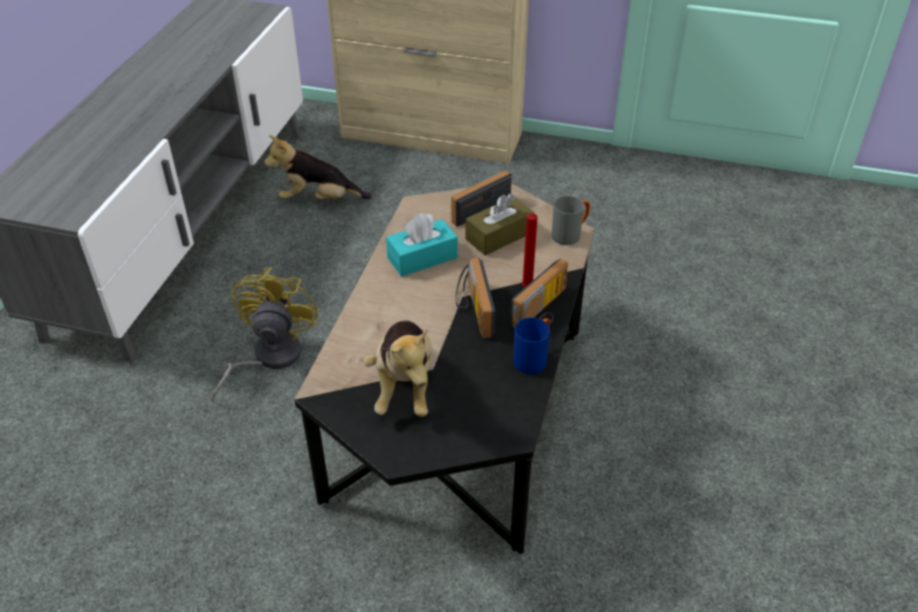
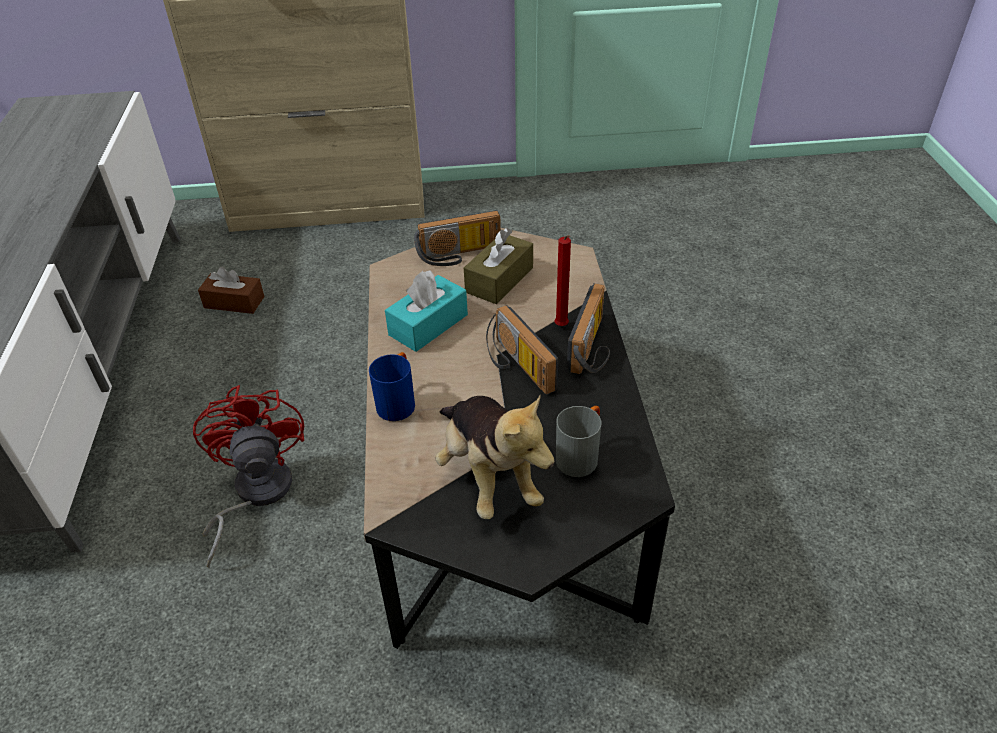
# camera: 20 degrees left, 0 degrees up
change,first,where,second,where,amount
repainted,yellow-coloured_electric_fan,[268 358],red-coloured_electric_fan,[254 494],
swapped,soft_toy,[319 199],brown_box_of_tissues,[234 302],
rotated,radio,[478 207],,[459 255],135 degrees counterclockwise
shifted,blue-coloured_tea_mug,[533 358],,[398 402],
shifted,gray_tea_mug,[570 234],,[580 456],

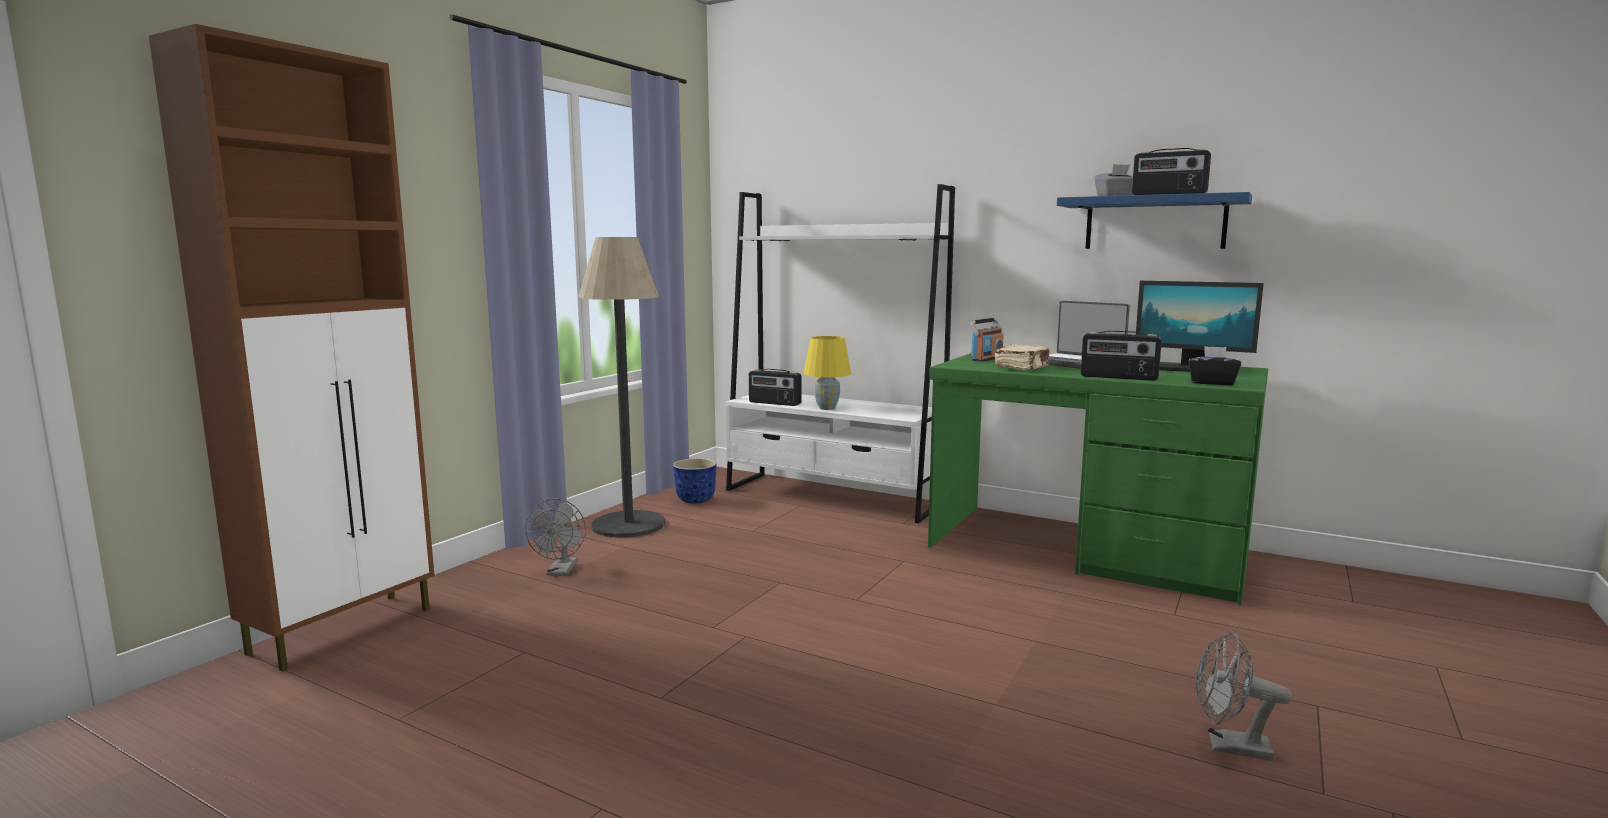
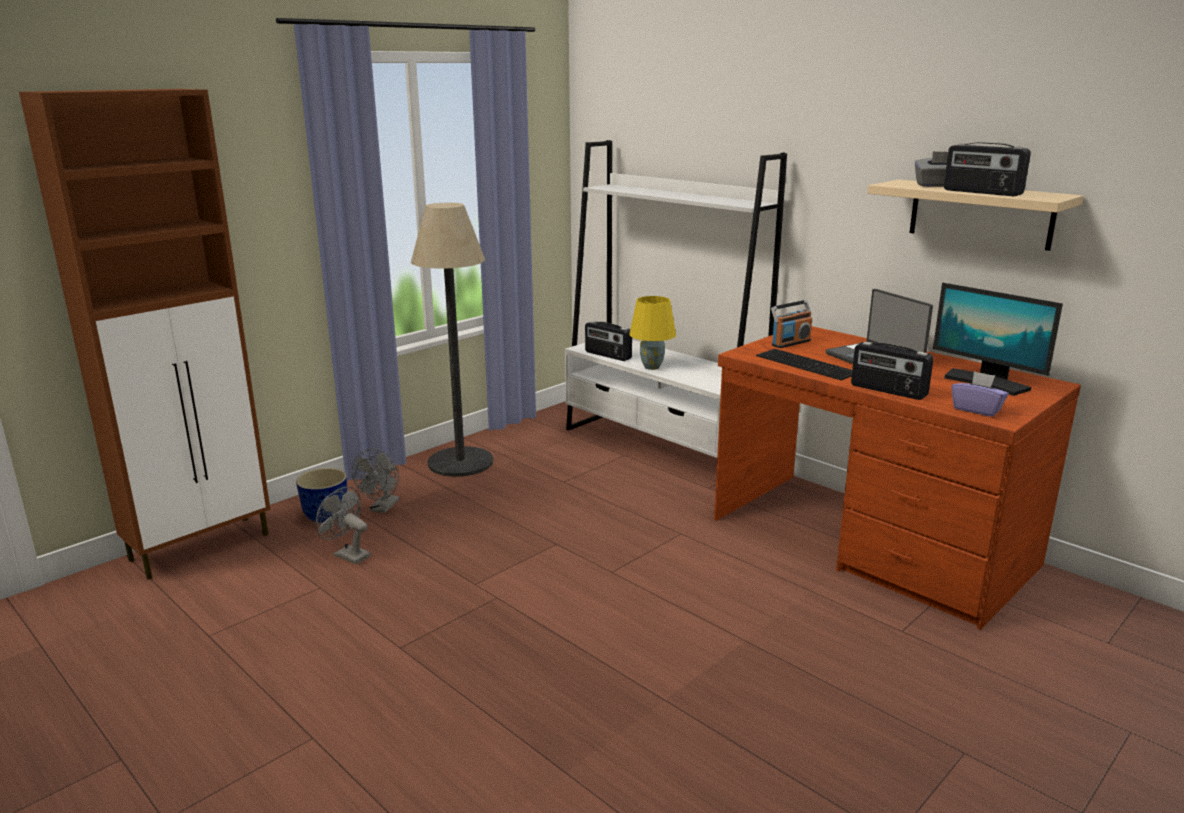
# camera: 15 degrees right, 10 degrees up
change,first,where,second,where,amount
shifted,planter,[696 500],,[326 517],
repainted,greenish_desk_unit,[1087 550],brown_desk_unit,[870 542],
swapped,beige-coloured_book,[1022 368],computer_keyboard,[808 364],
repainted,blue-coloured_bracket_shelf,[1154 223],beige-coloured_bracket_shelf,[980 214],
repainted,black-coloured_box_of_tissues,[1212 383],purple_box_of_tissues,[977 409],
shifted,gray_electric_fan,[1229 747],,[347 555],

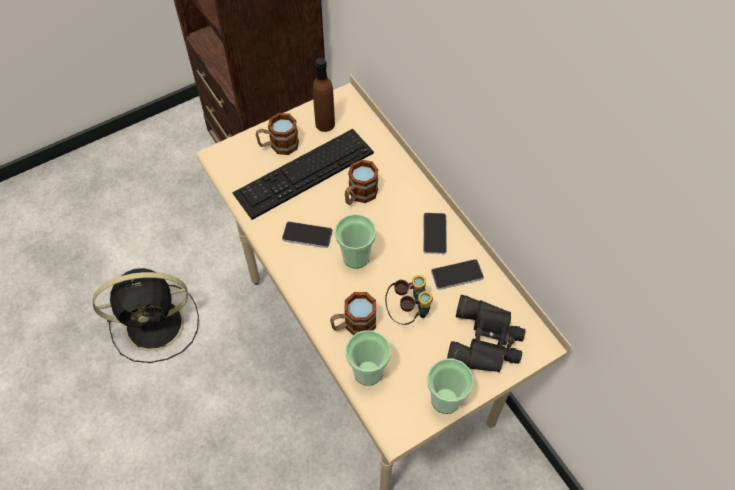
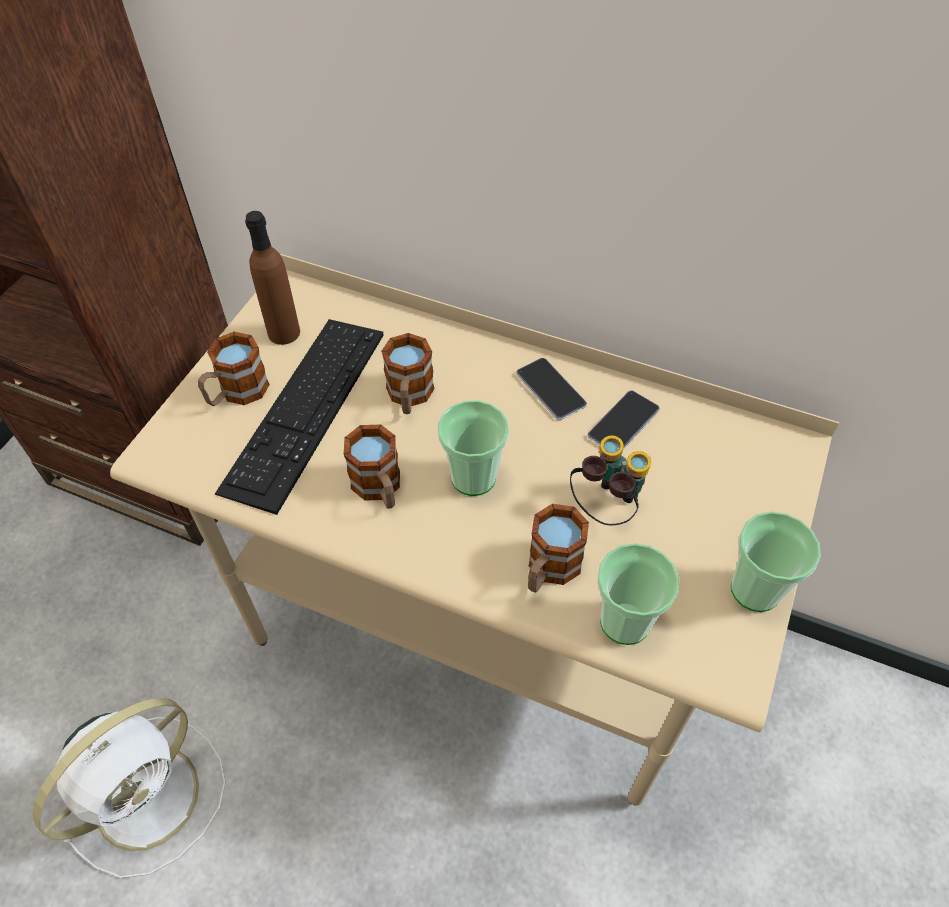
# camera: 35 degrees left, 5 degrees down
change,first,where,second,where,amount
repainted,black-coloured_electric_fan,[157 323],white-coloured_electric_fan,[151 792],
swapped,handset,[307 235],tea_mug,[379 488],
gone,black-coloured_field_glasses,[486 341],,,

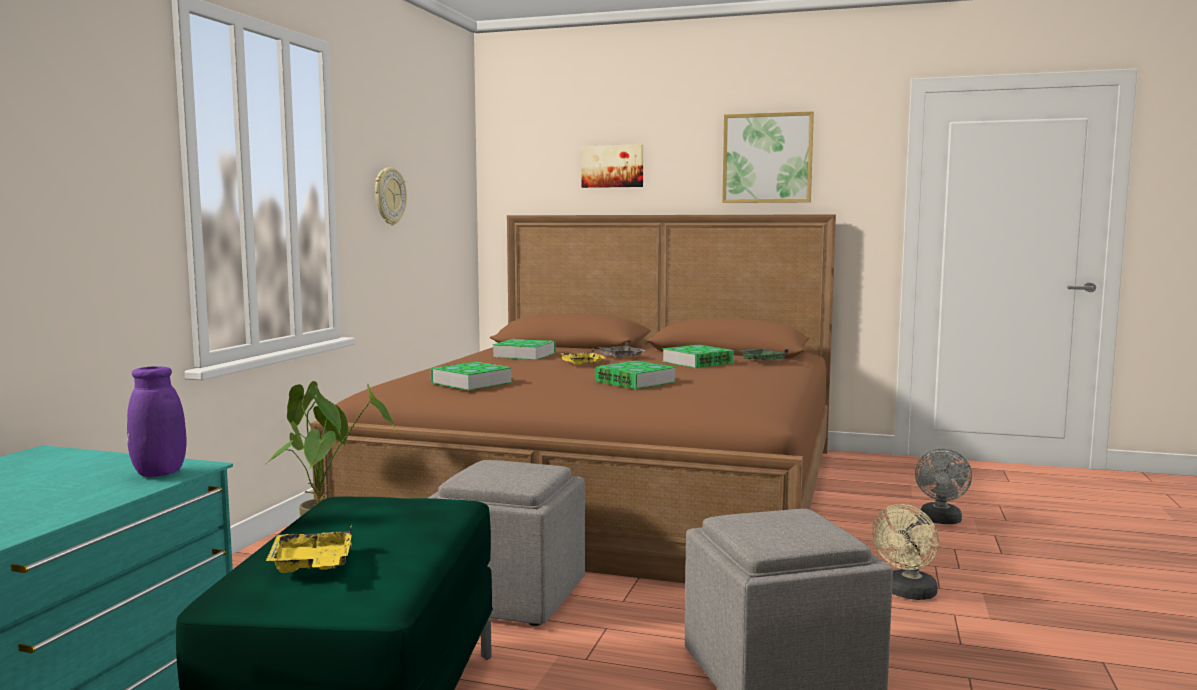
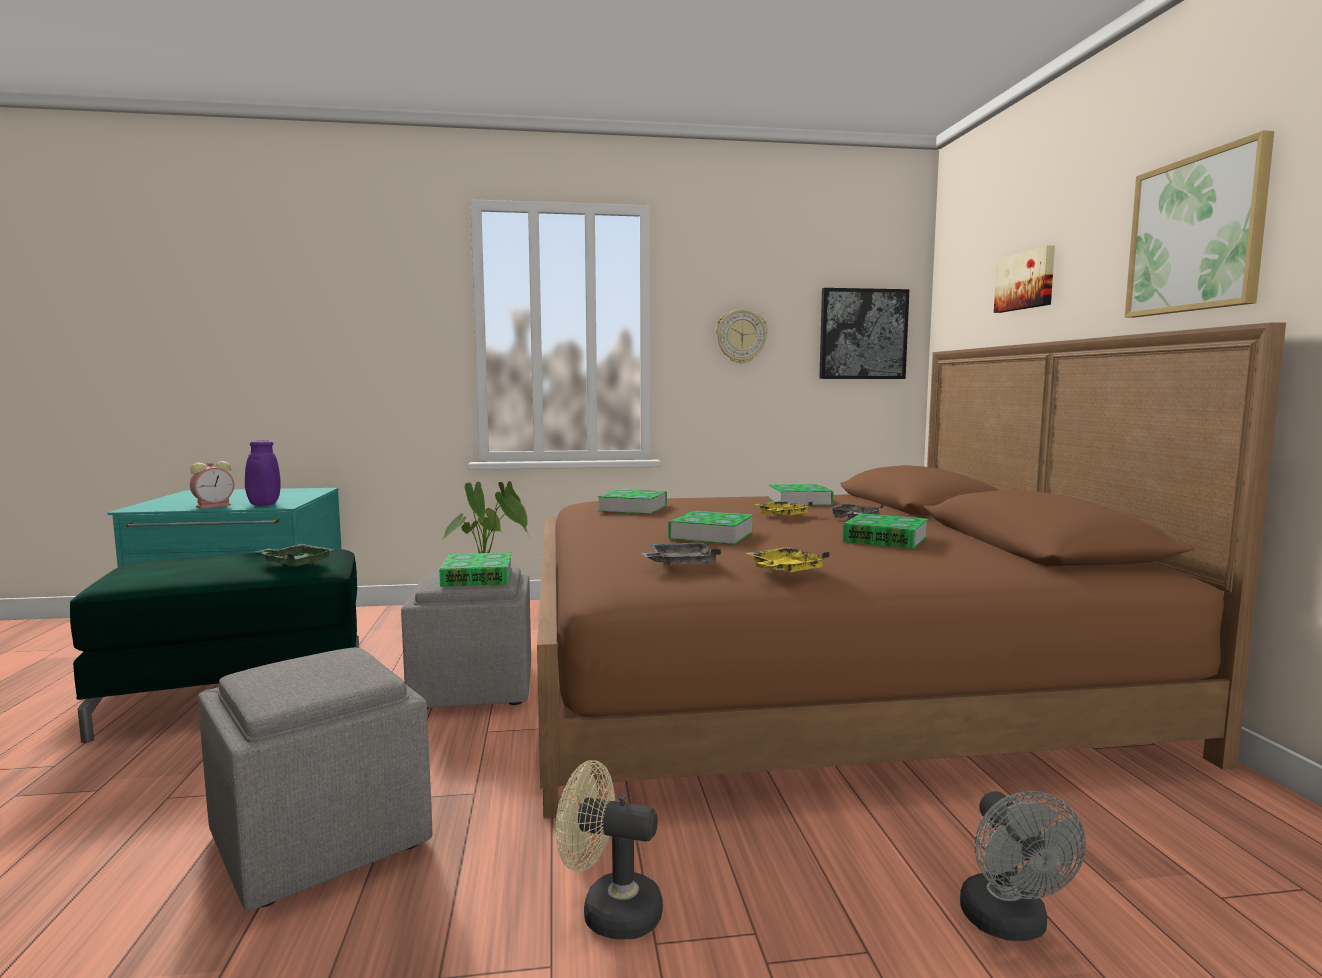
# camera: 65 degrees right, 0 degrees up
change,first,where,second,where,amount
shifted,yellow-coloured_serving_tray,[312 565],,[784 571],
shifted,greenish_serving_tray,[761 361],,[295 563],
rotated,gray_electric_fan,[940 521],,[1010 925],90 degrees counterclockwise
new,,,alarm_clock,[215 506],
new,,,book,[477 577],
new,,,gray_serving_tray,[680 564],
new,,,wall_picture,[862 334],

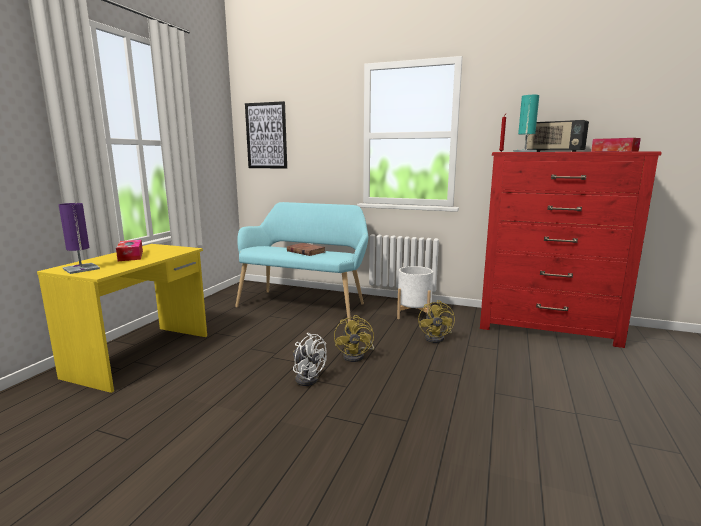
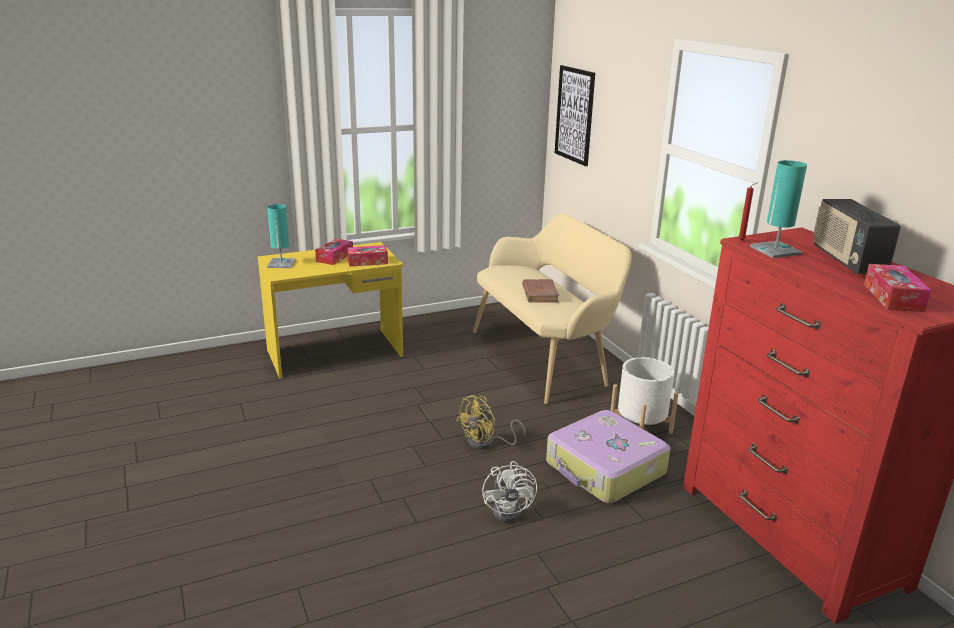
# camera: 45 degrees right, 10 degrees up
change,first,where,second,where,amount
repainted,purple_lamp_for_a_table,[81 269],turquoise_lamp_for_a_table,[281 263],
repainted,turquoise_bench,[305 304],beige-coloured_bench,[544 358],
shifted,white-coloured_electric_fan,[307 377],,[512 510],
swapped,yellow-coloured_electric_fan,[437 338],suitcase,[605 469],
new,,,box_of_tissues,[367 261],

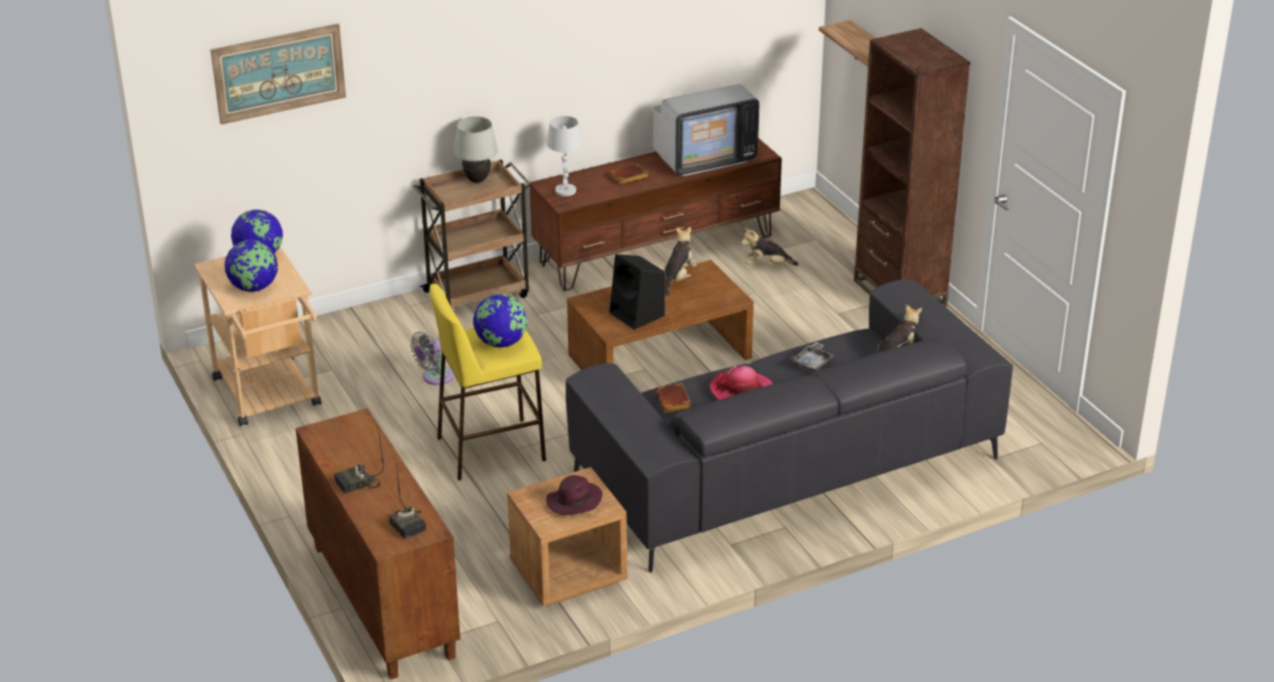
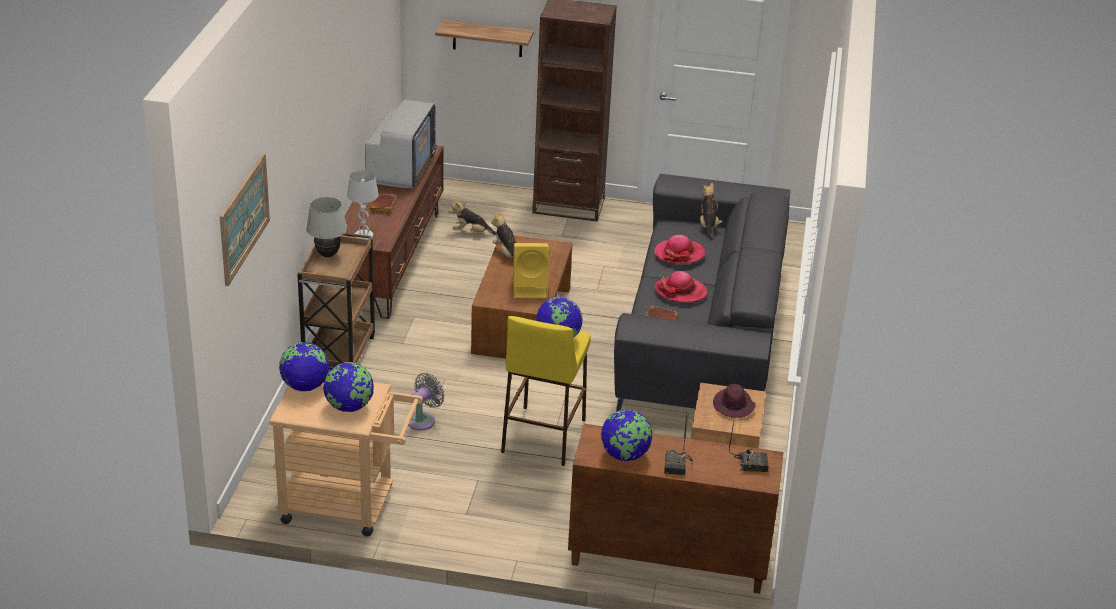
# camera: 55 degrees left, 0 degrees up
change,first,where,second,where,amount
rotated,gray_electric_fan,[435 377],,[423 420],135 degrees counterclockwise
repainted,black-coloured_speaker,[638 315],yellow-coloured_speaker,[531 288],
rotated,soft_toy,[767 266],,[471 232],60 degrees clockwise
swapped,gray_serving_tray,[813 363],wearable_hat,[679 254],
new,,,world_globe,[625 455],

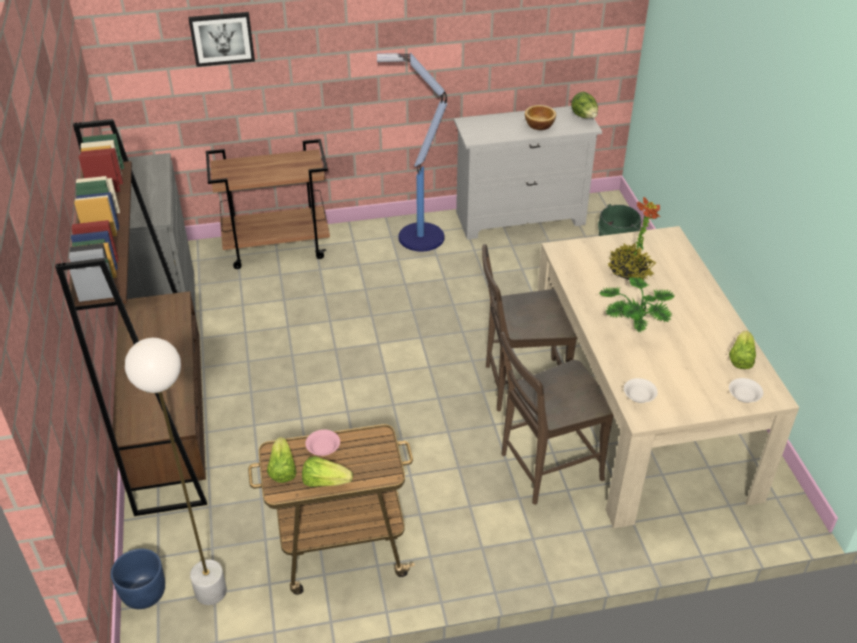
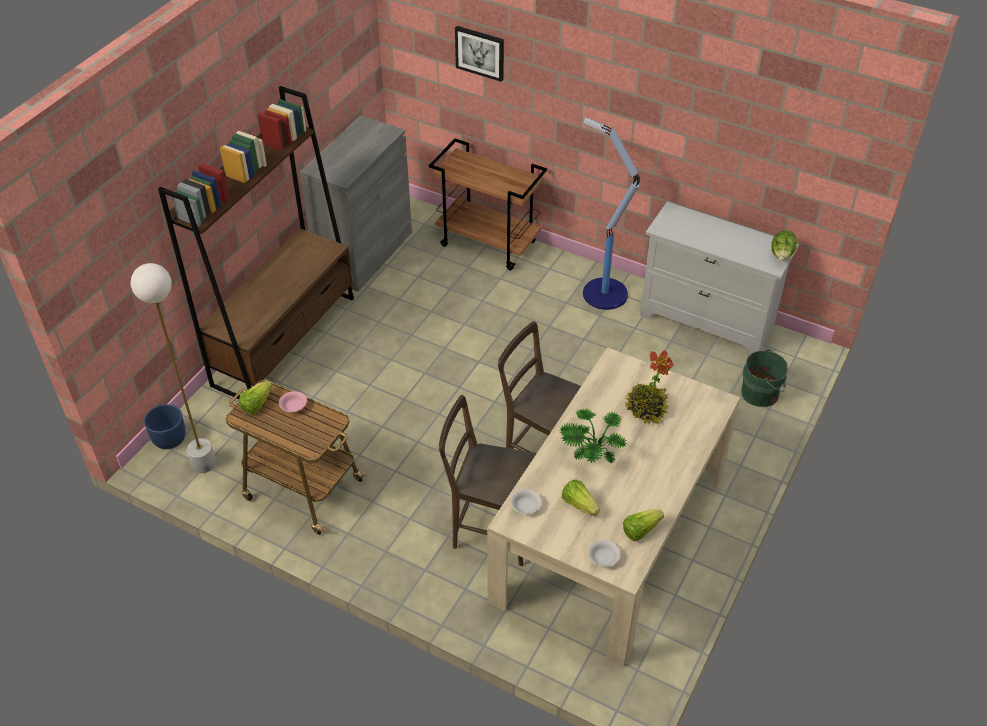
# camera: 40 degrees right, 5 degrees up
change,first,where,second,where,amount
shifted,head_of_lettuce,[325 481],,[579 504],
gone,bowl,[539 124],,,

